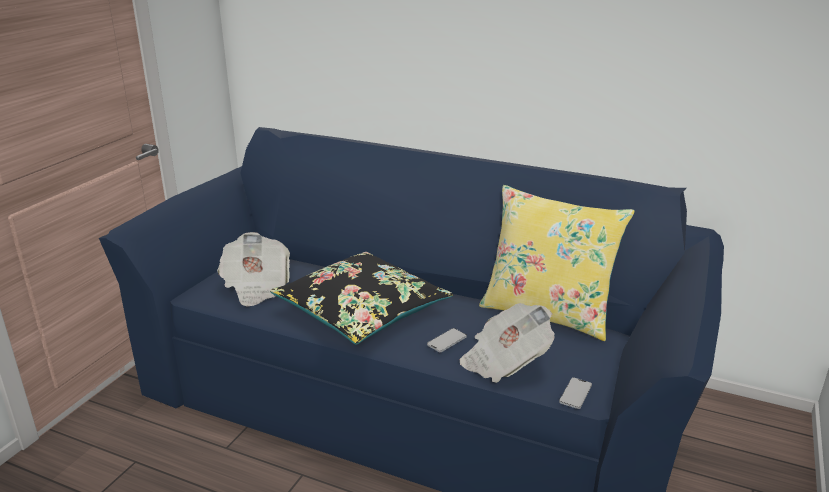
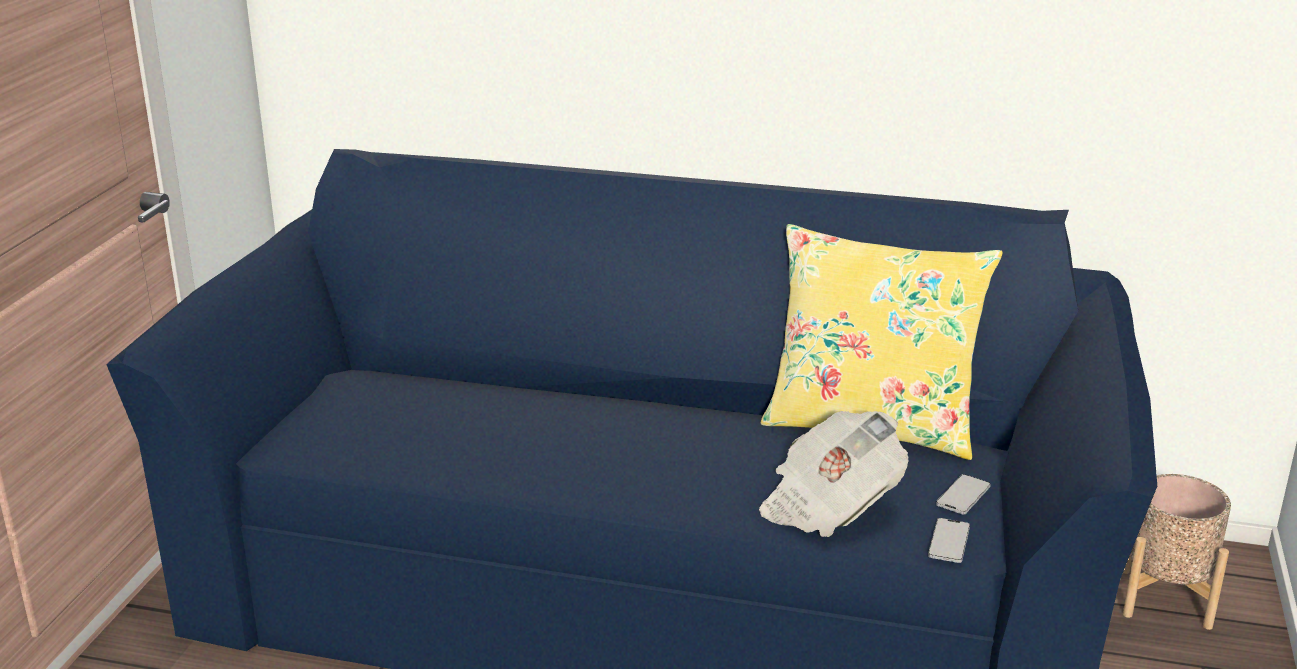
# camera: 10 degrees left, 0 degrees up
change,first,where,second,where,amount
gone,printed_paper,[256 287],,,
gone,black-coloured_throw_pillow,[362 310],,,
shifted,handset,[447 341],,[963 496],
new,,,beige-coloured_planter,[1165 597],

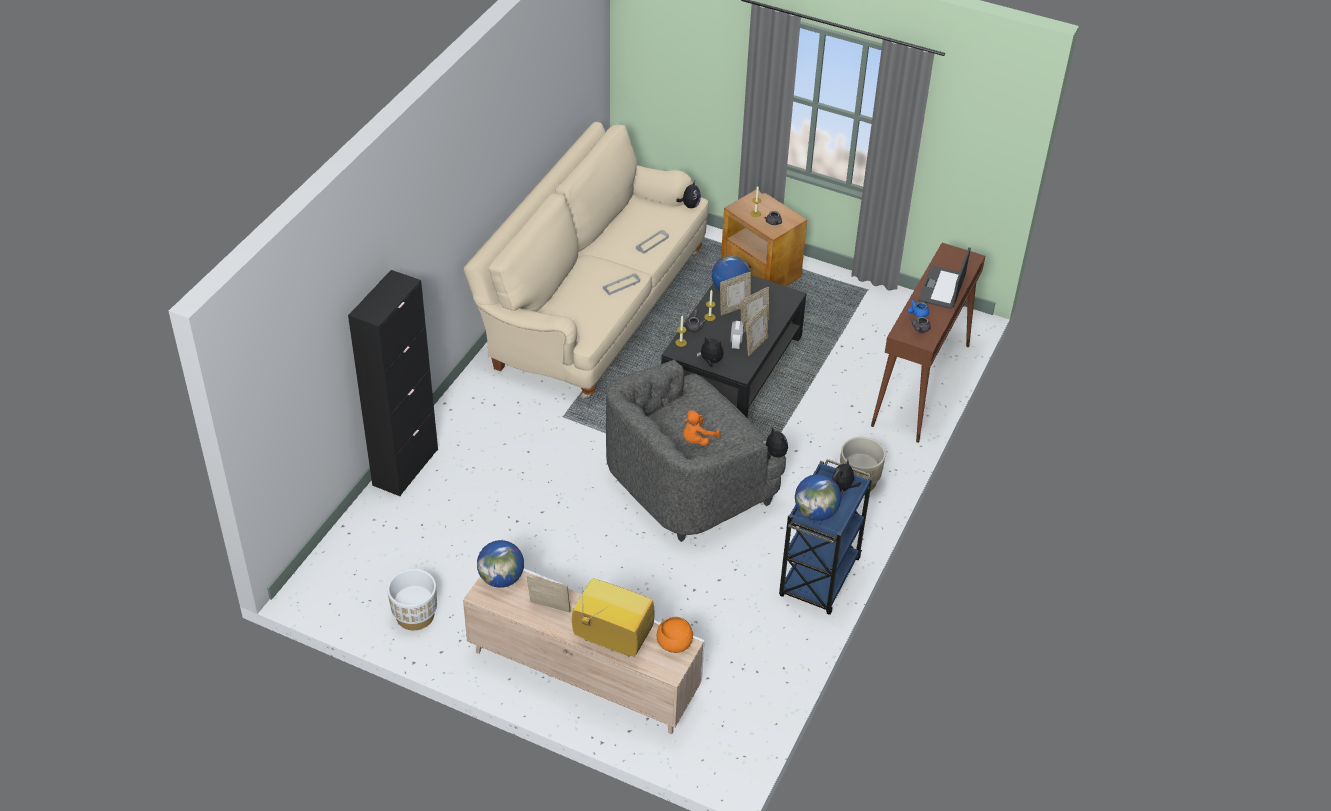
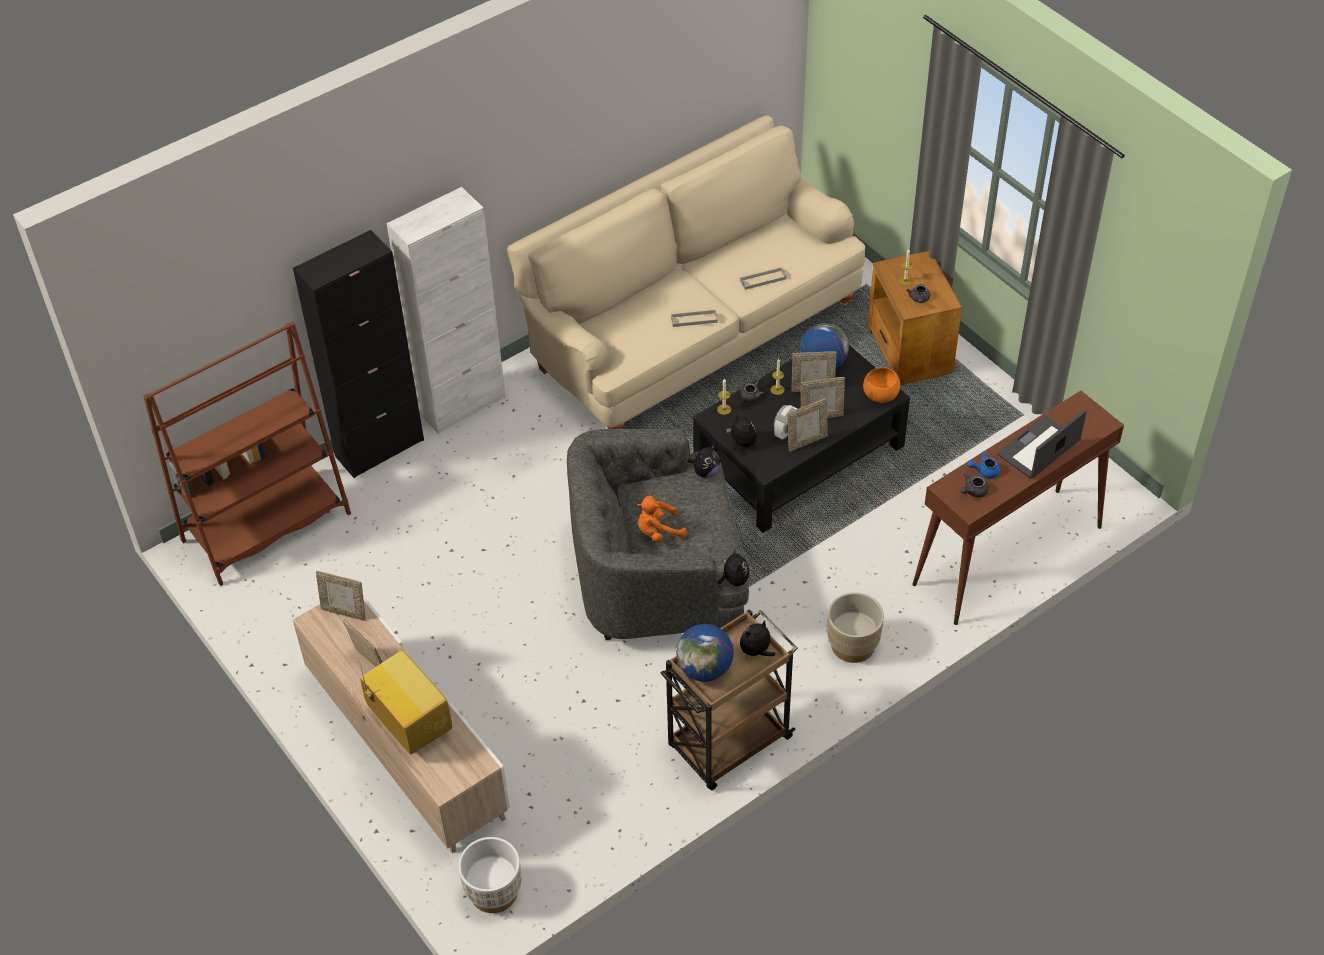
# camera: 30 degrees right, 5 degrees up
change,first,where,second,where,amount
shifted,white-coloured_planter,[415 616],,[493 892],
swapped,world_globe,[501 579],photo_frame,[344 612],
shifted,orange-coloured_bowl,[674 643],,[880 394],
shifted,soft_toy,[690 205],,[705 472],
repainted,blue-coloured_cart,[819 579],brown_cart,[728 744],
new,,,brown_bookcase,[267 527],
new,,,white-coloured_cabinet,[462 405],

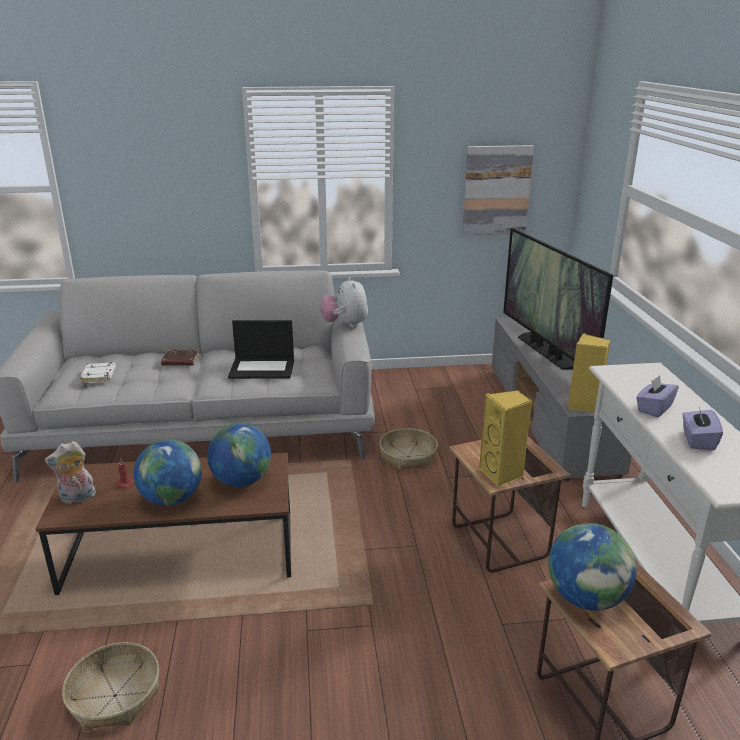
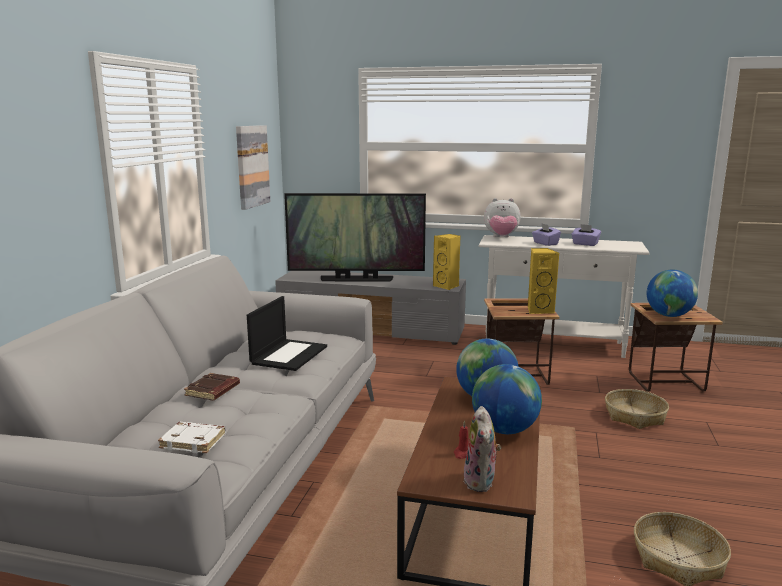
# camera: 70 degrees left, 10 degrees down
change,first,where,second,where,amount
shifted,soft_toy,[345 325],,[501 237],
shifted,storage_basket,[408 456],,[634 416],

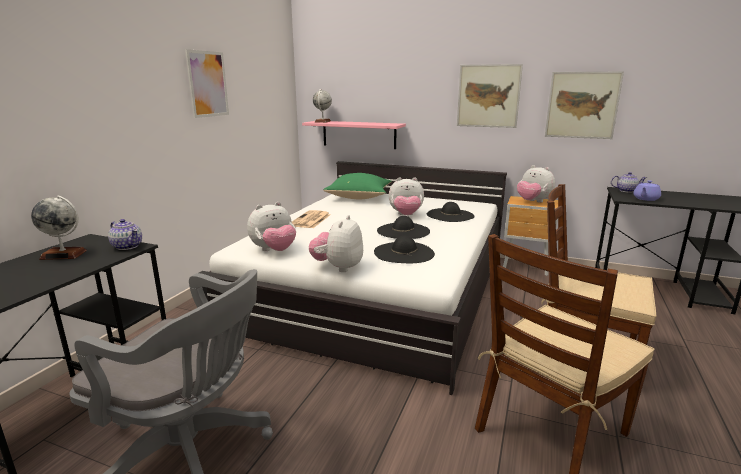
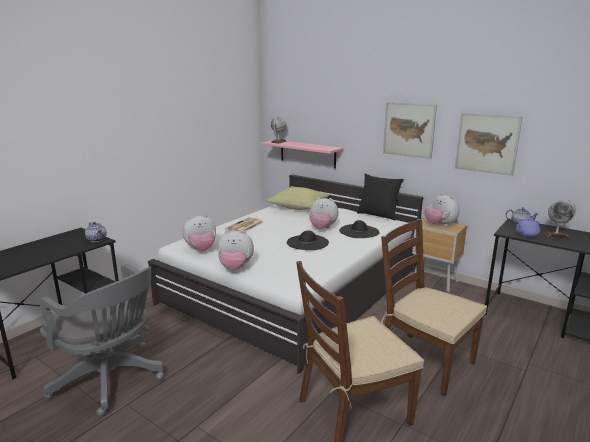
# camera: 15 degrees right, 0 degrees up
change,first,where,second,where,amount
shifted,world_globe,[64 254],,[556 235],
gone,wall_picture,[208 84],,,
rotated,soft_toy,[338 267],,[235 268],120 degrees counterclockwise
repainted,greenish_throw_pillow,[360 197],yellow-coloured_throw_pillow,[299 207],
gone,black-coloured_wearable_hat,[404 252],,,
new,,,black-coloured_throw_pillow,[378 215],

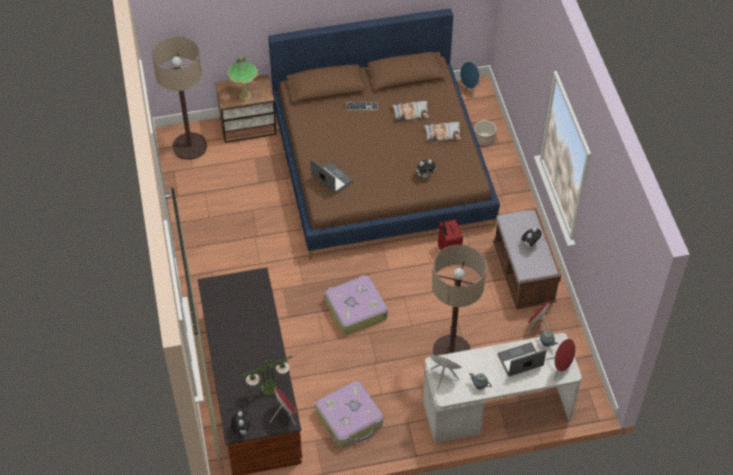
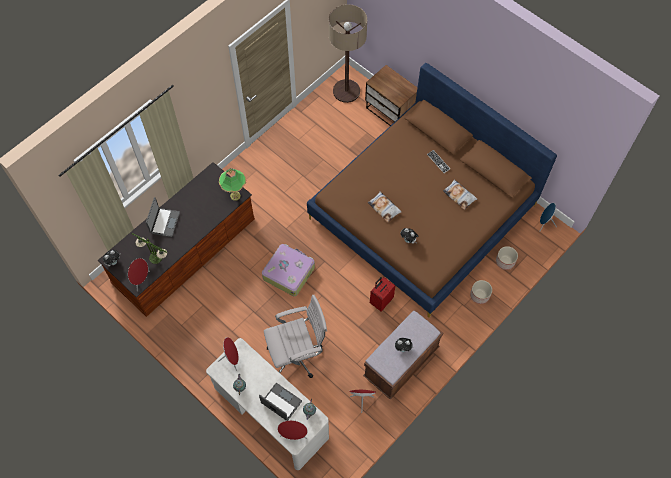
# camera: 55 degrees right, 10 degrees up
change,first,where,second,where,amount
shifted,lamp_for_a_table,[245 95],,[235 195],
shifted,notebook_computer,[331 179],,[164 222],
gone,suitcase,[350 419],,,
shifted,throw_pillow,[443 133],,[384 208],
swapped,standard_lamp,[451 352],white-coloured_desk_chair,[297 355],
new,,,planter,[479 295],

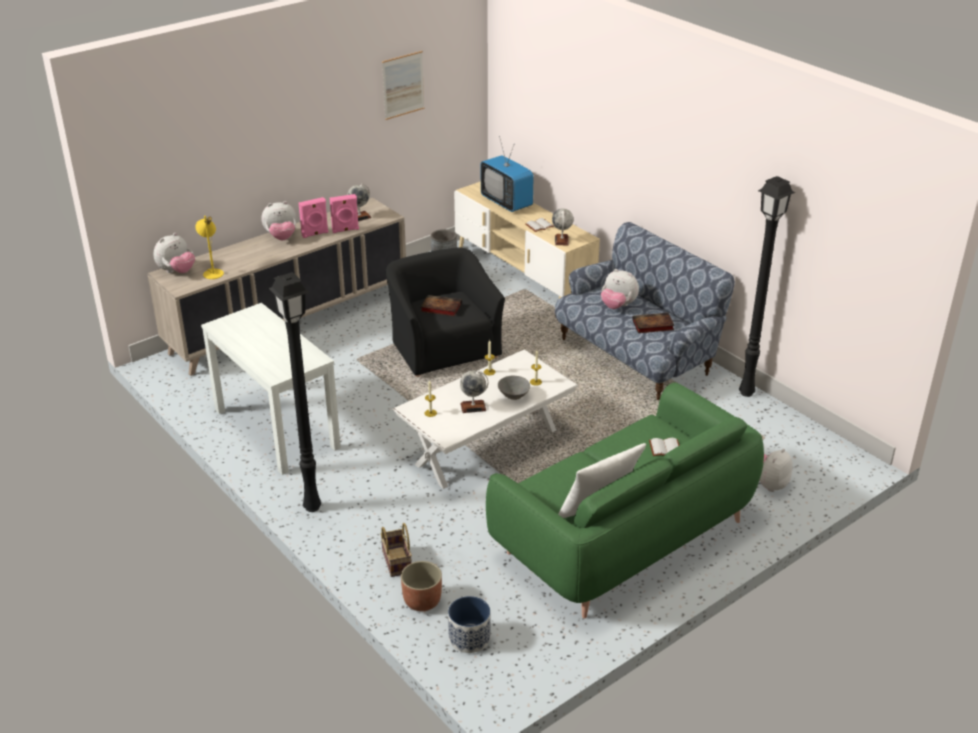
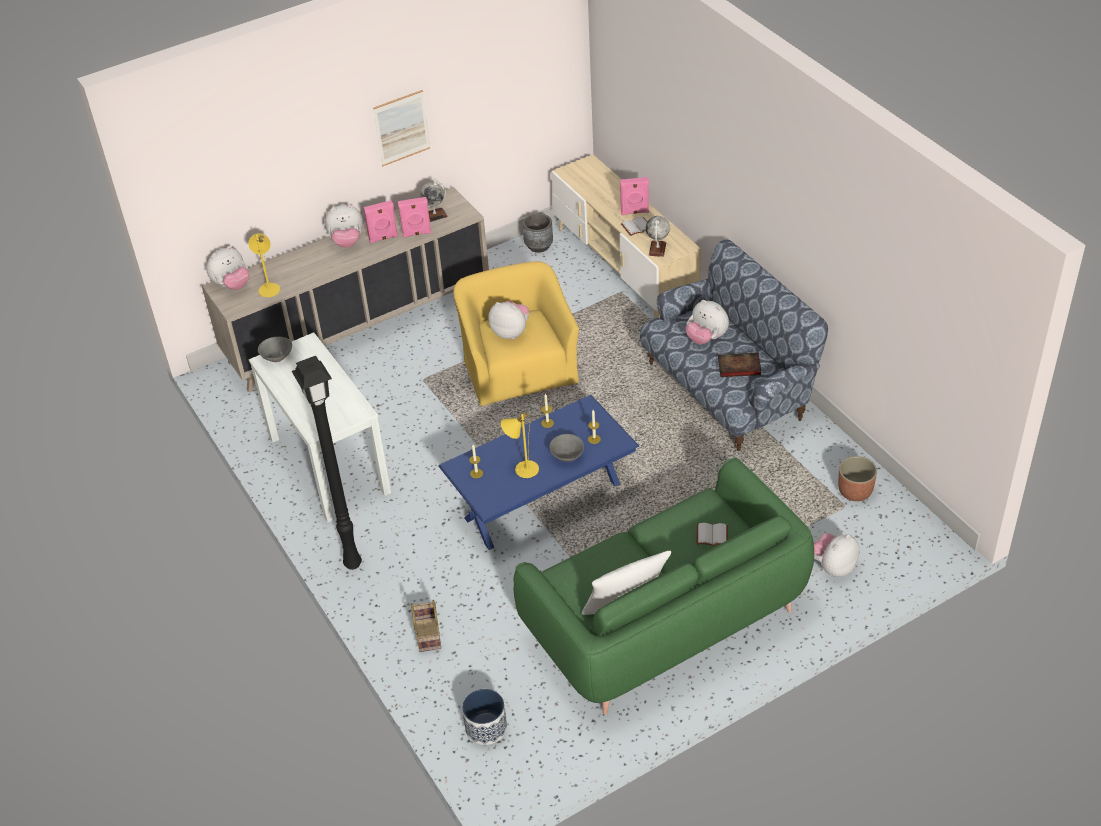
# camera: 10 degrees right, 10 degrees up
change,first,where,second,where,amount
shifted,wall_picture,[403 85],,[402 128],
repainted,black-coloured_lounge_chair,[443 348],yellow-coloured_lounge_chair,[518 369],
repainted,white-coloured_low_table,[486 448],blue-coloured_low_table,[542 501],
shifted,planter,[422 601],,[854 491],
swapped,book,[440 308],soft_toy,[511 332],
swapped,world_globe,[473 407],yellow-coloured_lamp_for_a_table,[522 468],
gone,TV,[506 202],,,
gone,black-coloured_standard_lamp,[748 393],,,
new,,,gray_bowl,[277 357],
new,,,pinkish_speaker,[634 212],

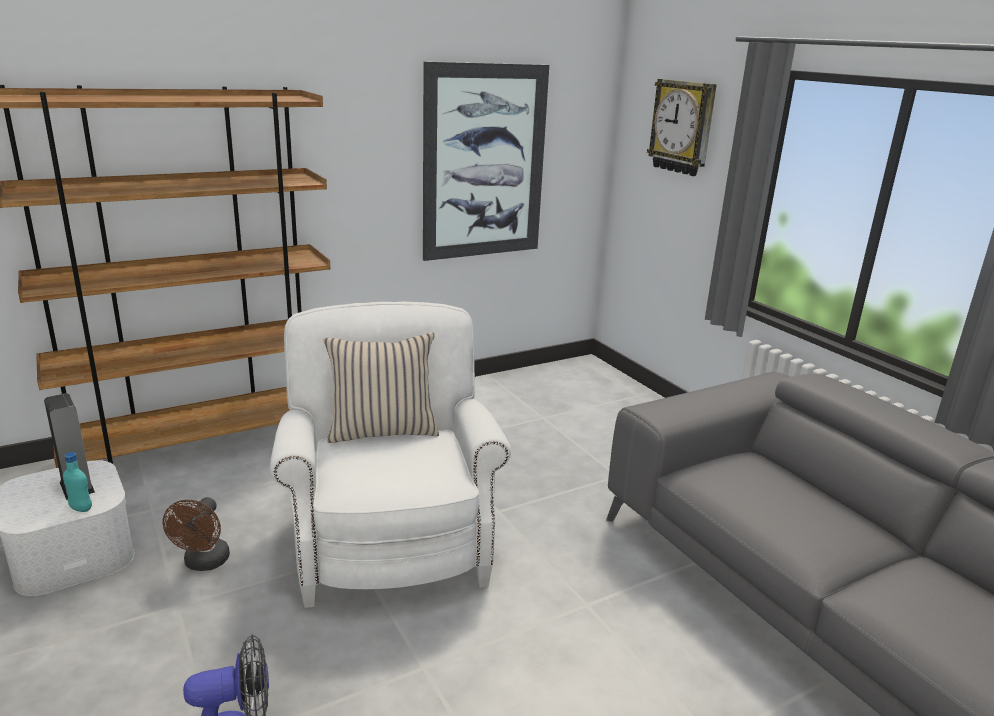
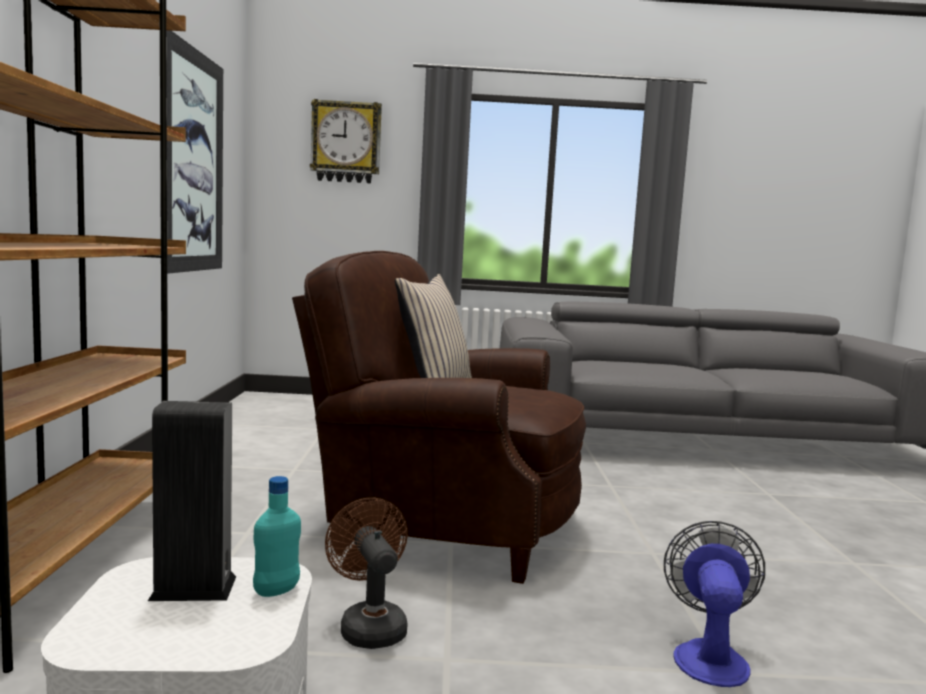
# camera: 60 degrees left, 15 degrees down
change,first,where,second,where,amount
rotated,brown_electric_fan,[204 563],,[369 626],150 degrees counterclockwise
repainted,white-coloured_lounge_chair,[390 538],brown_lounge_chair,[443 523],

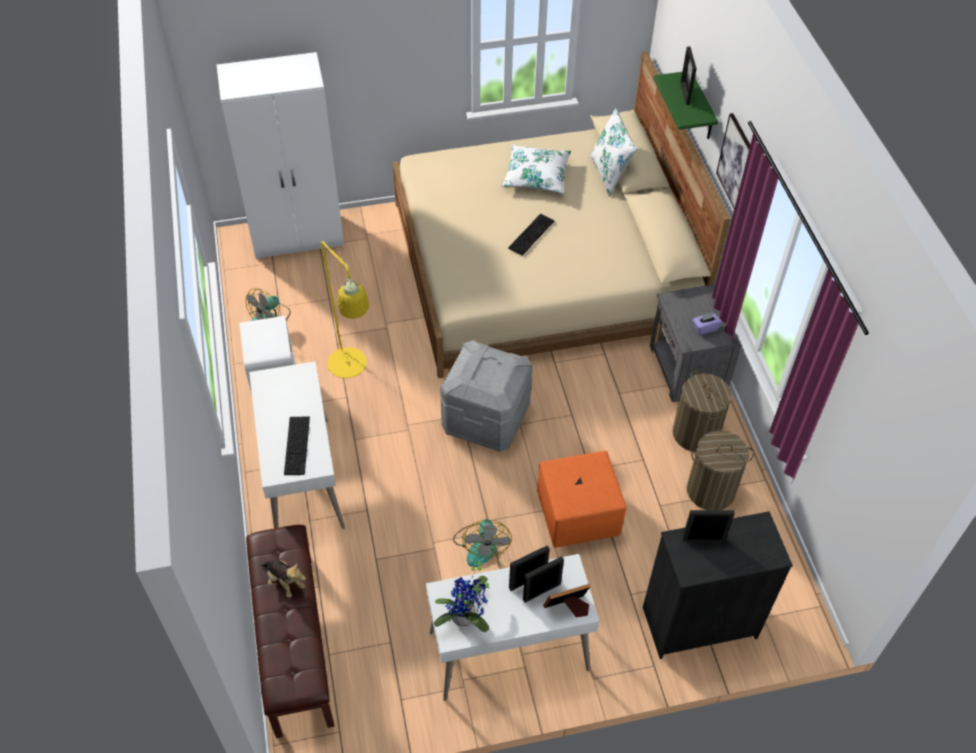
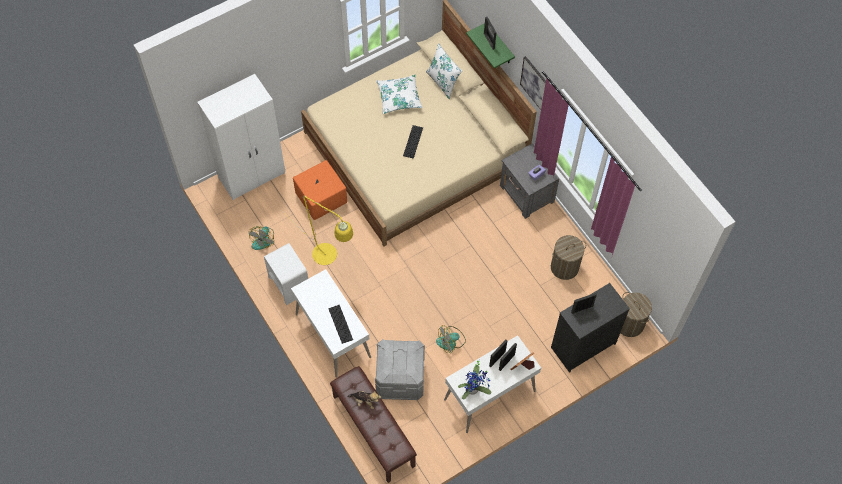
# camera: 20 degrees left, 10 degrees up
change,first,where,second,where,amount
shifted,gray_storage_container,[485 418],,[400 379],
rotated,electric_fan,[481 545],,[451 341],90 degrees clockwise
shifted,orange-coloured_pouffe,[579 516],,[322 199],
shifted,laundry_basket,[695 433],,[629 324],

